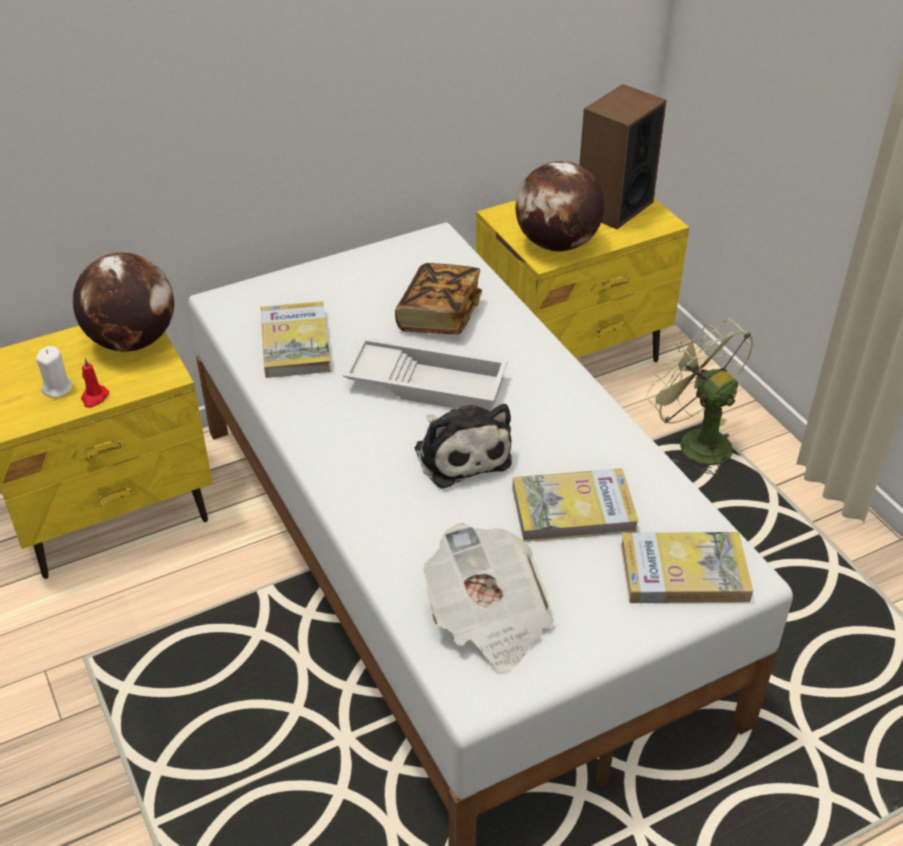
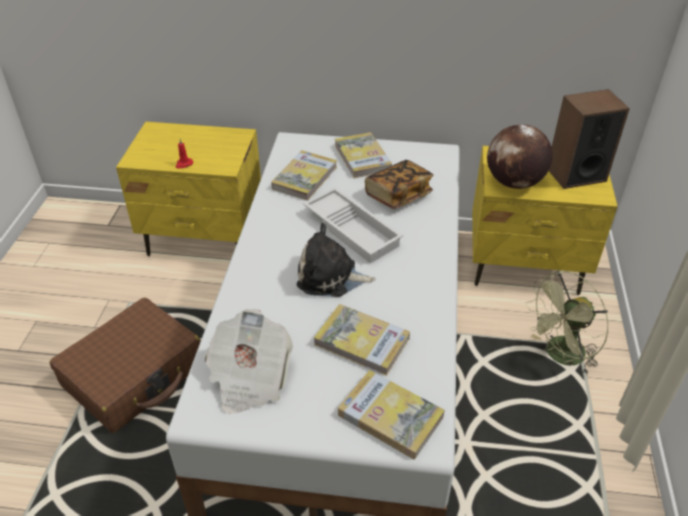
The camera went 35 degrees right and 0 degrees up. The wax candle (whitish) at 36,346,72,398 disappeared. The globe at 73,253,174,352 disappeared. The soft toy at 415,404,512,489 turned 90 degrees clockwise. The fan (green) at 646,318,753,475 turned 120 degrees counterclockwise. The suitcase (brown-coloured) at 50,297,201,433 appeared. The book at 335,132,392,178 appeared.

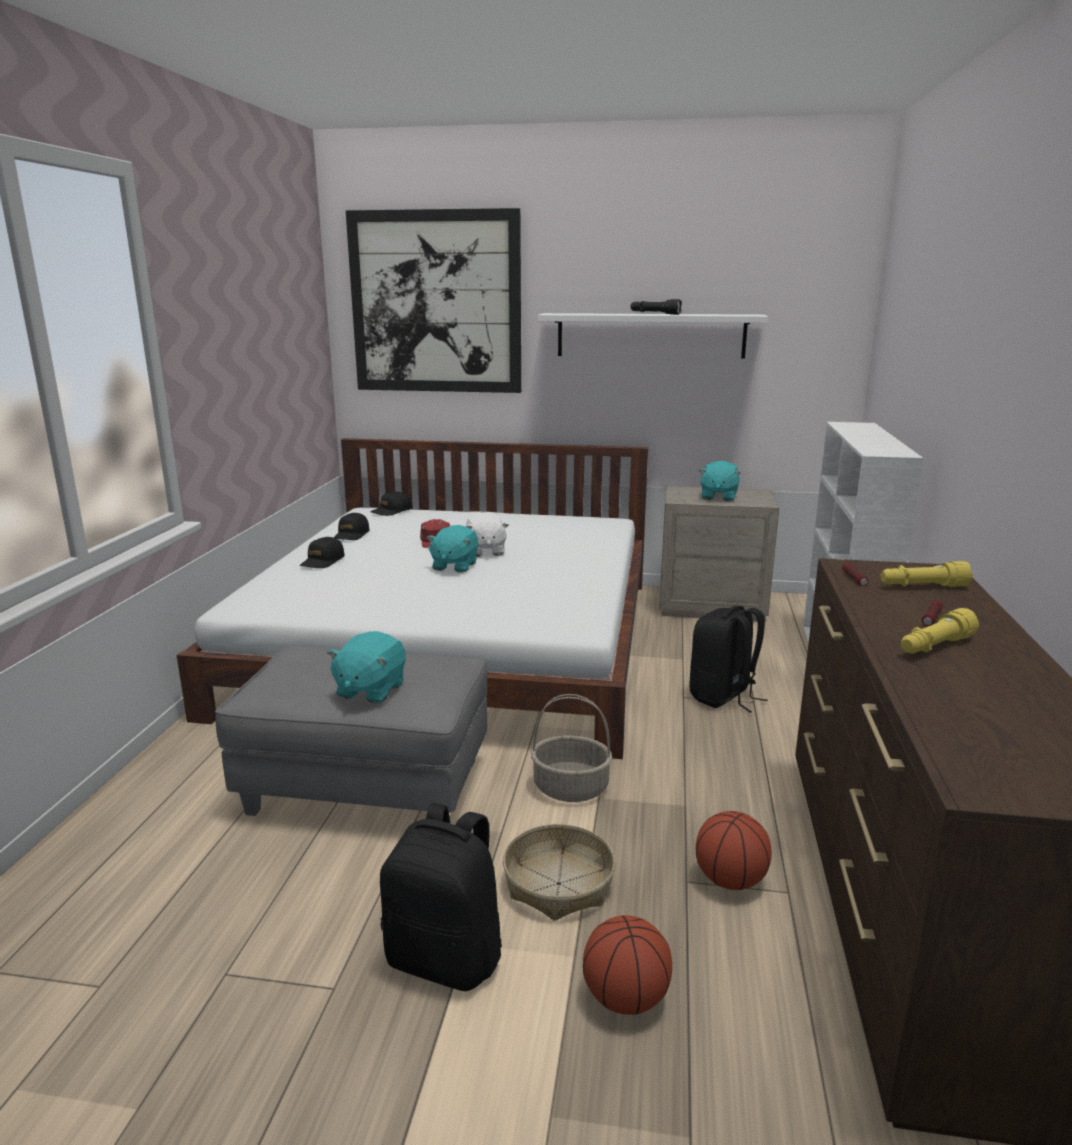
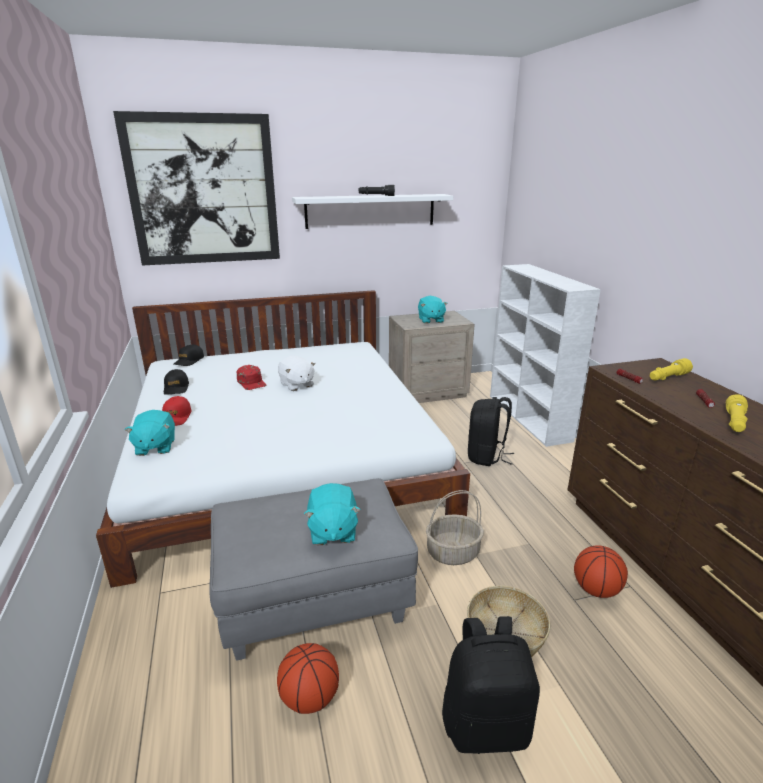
The camera went 25 degrees left and 5 degrees up. The baseball cap (blackish) at 300,537,345,568 became the baseball cap (red) at 162,396,191,426. The soft toy (turquoise-coloured) moved from 427,525,478,573 to 124,410,175,456. The basketball ball moved from 583,915,672,1015 to 277,643,339,714.

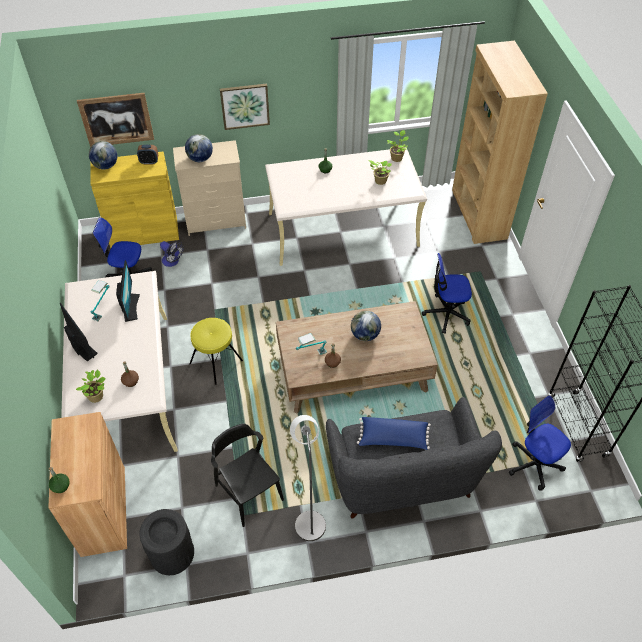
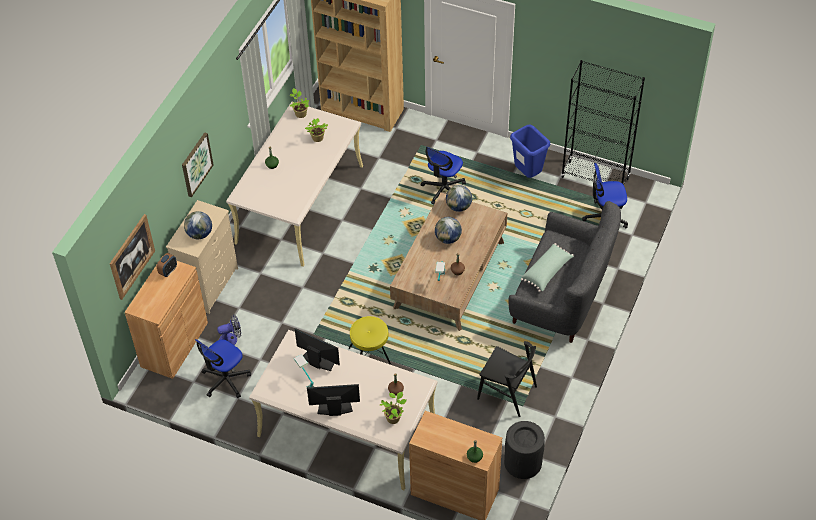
The camera went 55 degrees left and 0 degrees up. The globe moved from 89,141,117,170 to 446,185,472,212. The cabinet (yellow) at 90,151,179,248 became the cabinet (brown-coloured) at 125,256,208,379. The plain chair (blackish) at 211,423,284,527 turned 150 degrees counterclockwise. The standing lamp (greyish) at 290,415,326,541 disappeared. The pillow (blue-coloured) at 357,417,431,450 became the pillow (green) at 521,243,574,292. The trash can (blue-coloured) at 510,124,550,178 appeared.

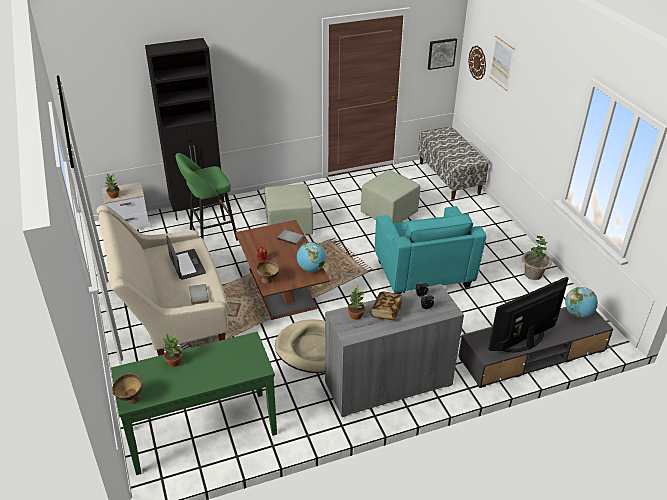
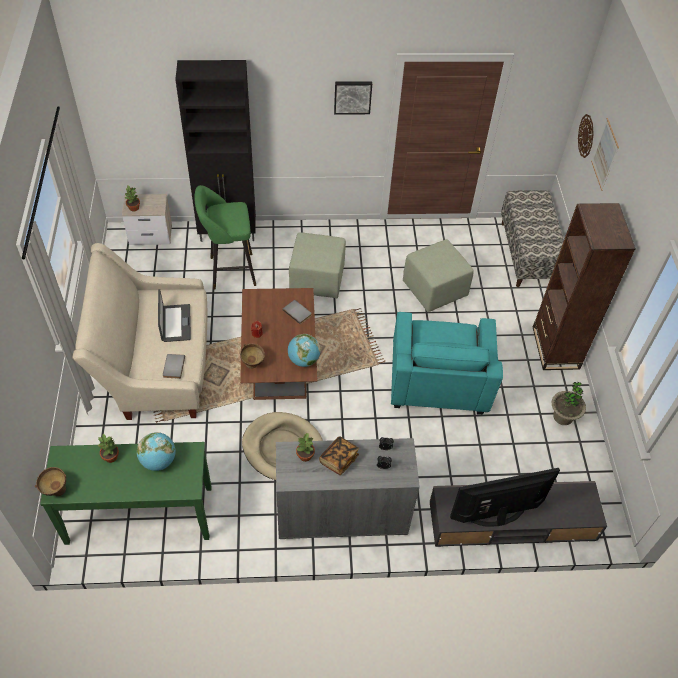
The camera went 15 degrees right and 15 degrees up. The wall art moved from 428,38,457,70 to 334,82,372,115. The globe moved from 565,287,598,318 to 137,432,176,471. The bookshelf (brown-coloured) at 533,203,636,370 appeared.

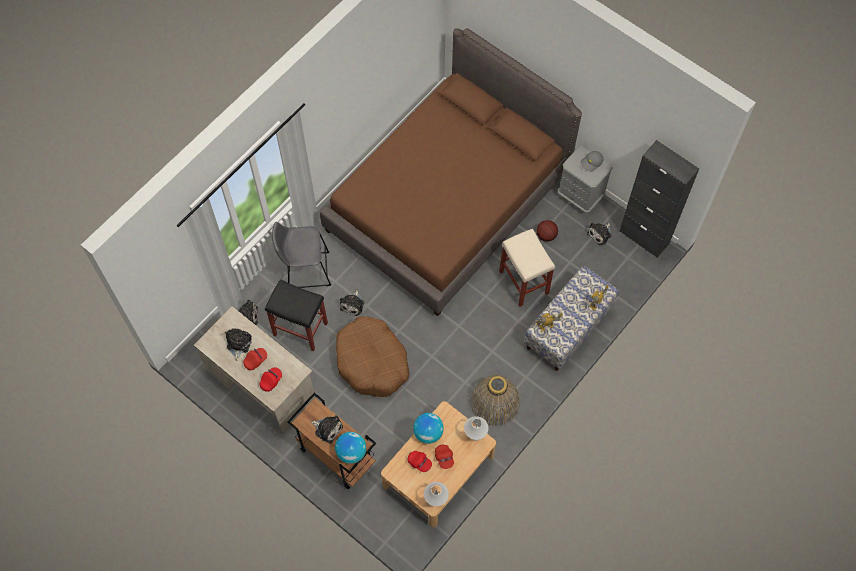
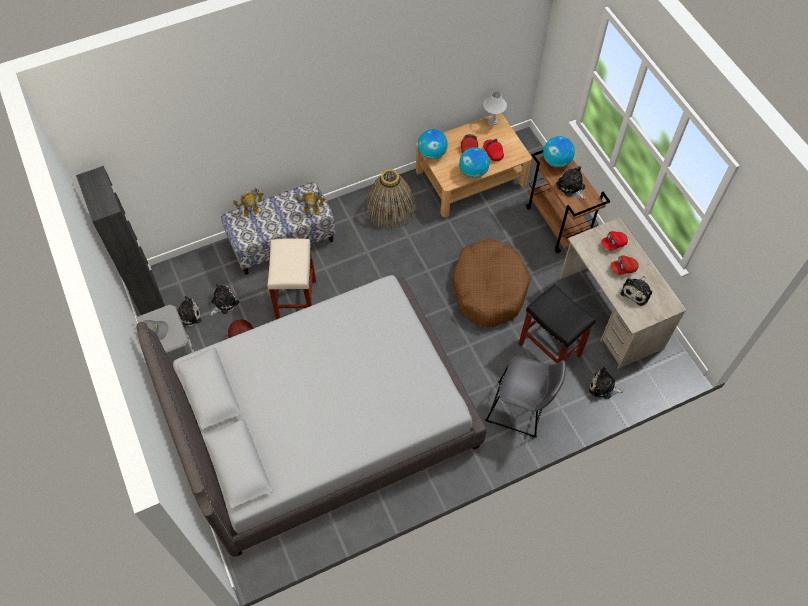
The camera went 155 degrees left and 5 degrees down. The bedroom bed (brown-coloured) at 320,28,582,316 became the bedroom bed (greyish) at 136,275,487,557. The soft toy moved from 340,290,364,316 to 210,284,239,316. The table lamp (whitish) at 464,416,489,441 was replaced by the globe at 418,129,448,159.

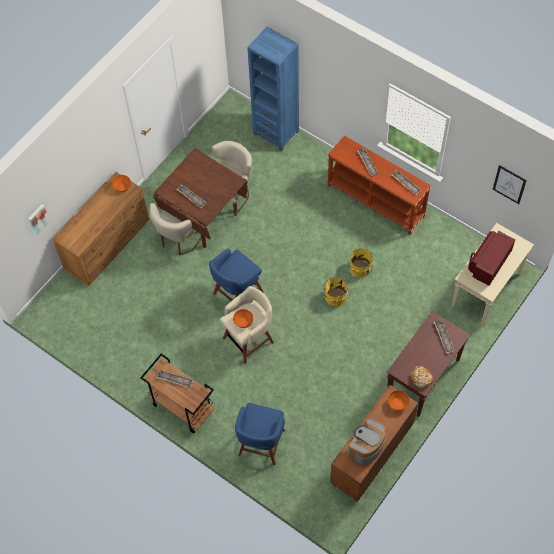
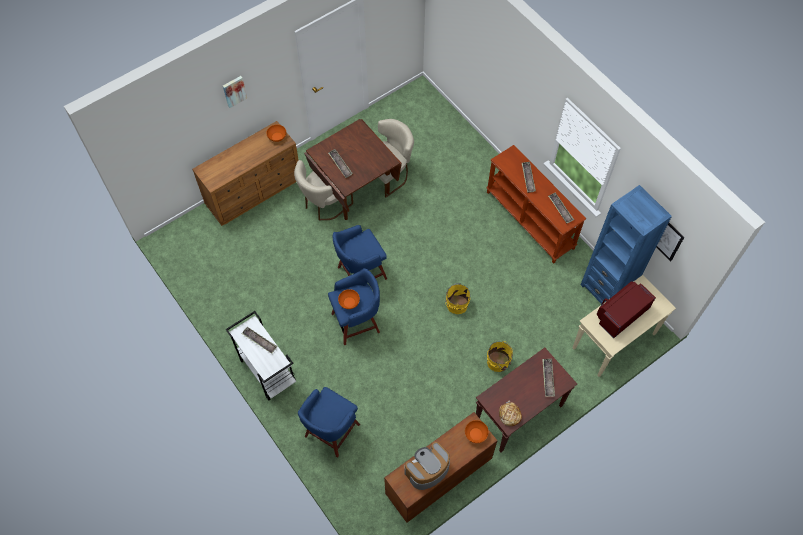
The camera went 15 degrees right and 0 degrees up. The wall art moved from 28,204,50,236 to 223,76,247,108. The cart (brown-coloured) at 140,354,215,433 became the cart (whitish) at 225,311,296,400. The stool (sand-coloured) at 220,286,274,364 became the stool (blue-coloured) at 328,268,380,345. The bookshelf (blue-coloured) moved from 247,27,299,151 to 581,185,672,304. The pail (yellow) moved from 350,247,373,277 to 487,341,513,372.

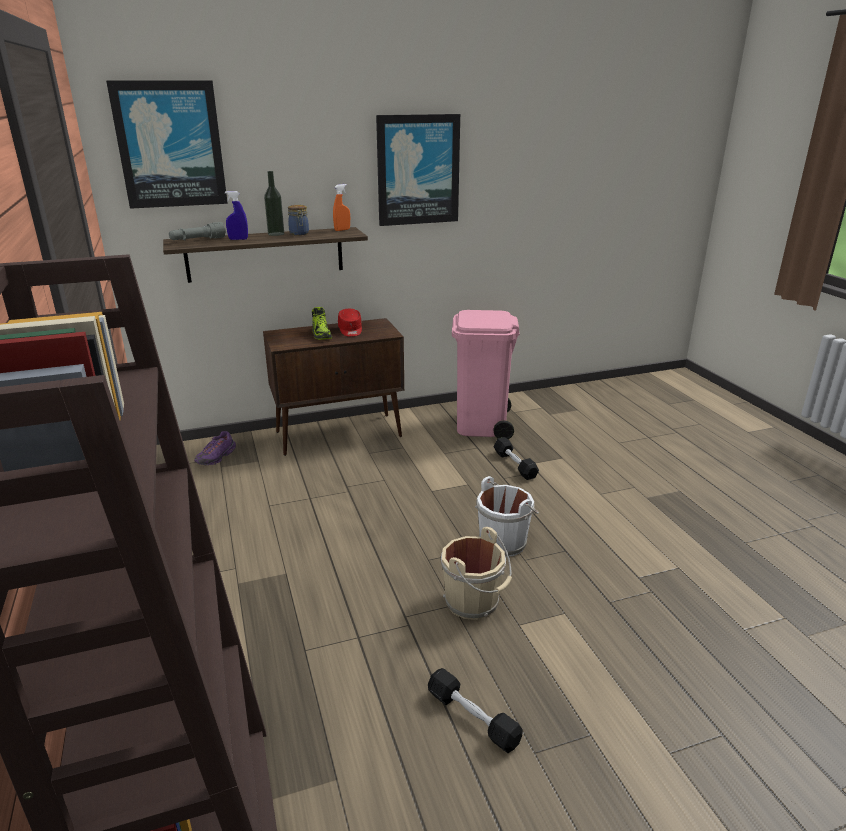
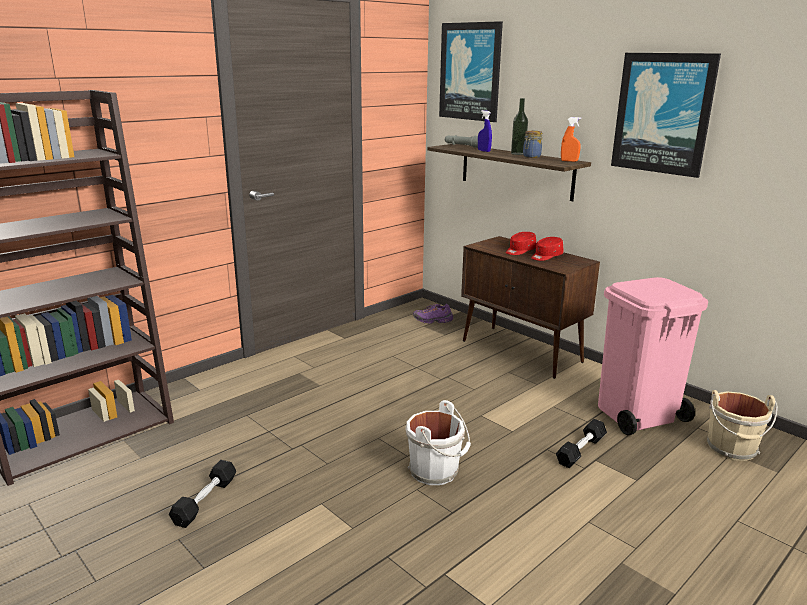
The camera went 65 degrees right and 5 degrees down. The item of footwear at 312,307,332,340 was replaced by the baseball cap (red) at 506,232,536,255. The pail (sand-coloured) moved from 441,527,512,620 to 707,390,778,461.

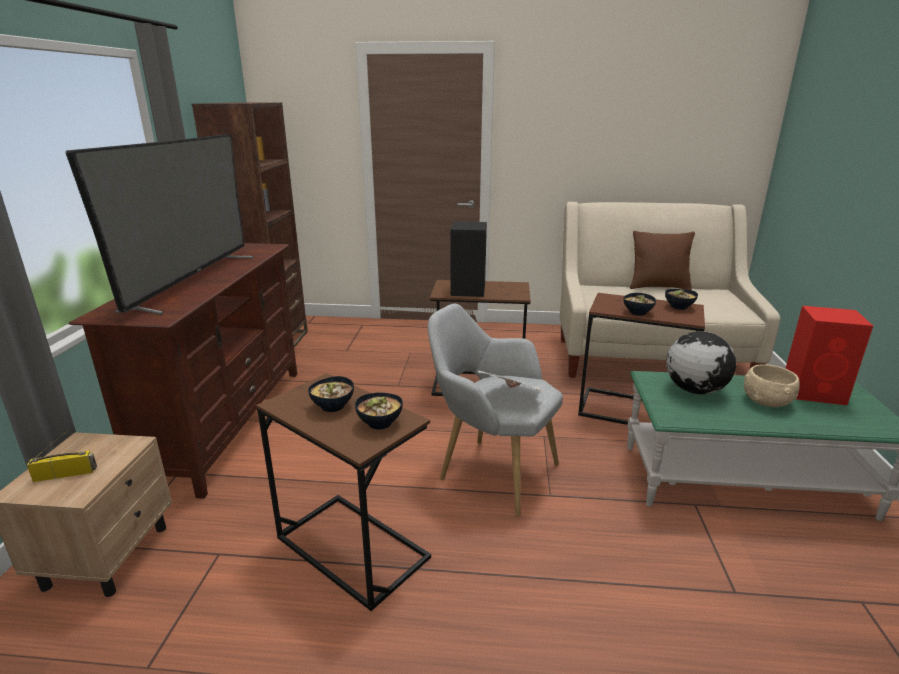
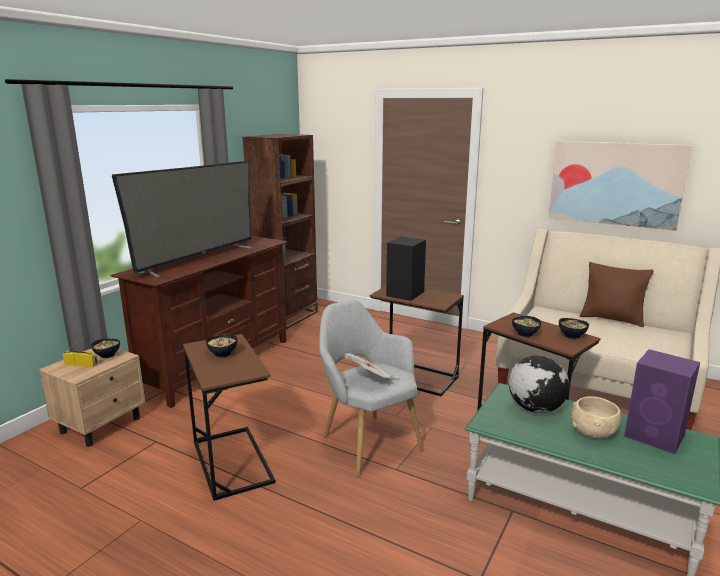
The camera went 25 degrees right and 5 degrees down. The deep dish moved from 355,393,403,430 to 91,338,120,358. The speaker (red) at 785,306,873,405 became the speaker (purple-coloured) at 624,349,700,454. The wall art at 548,141,692,231 appeared.

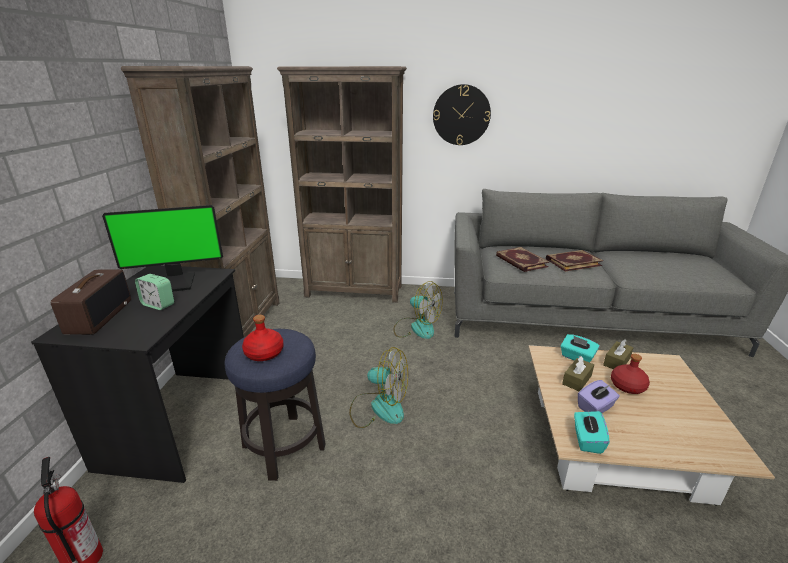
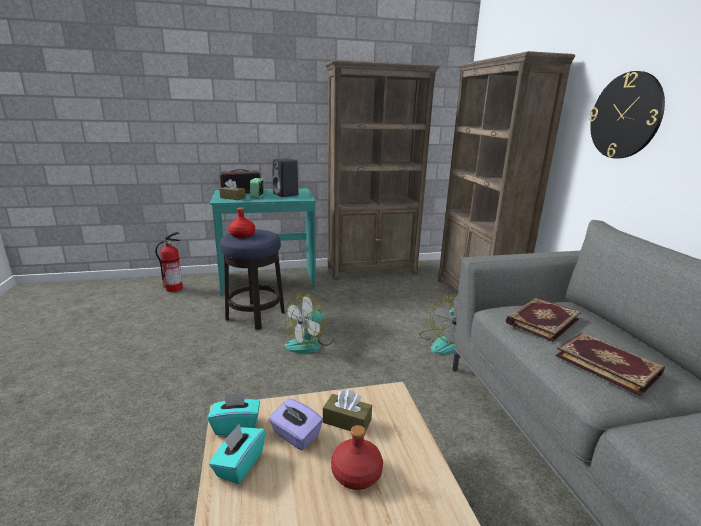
The camera went 70 degrees right and 5 degrees down. The desk (blackish) at 31,265,244,483 became the desk (turquoise-coloured) at 210,188,316,296. The computer screen at 102,205,223,292 was replaced by the speaker (blackish) at 272,158,299,197. The fan at 349,347,408,428 turned 45 degrees clockwise. The tissue holder (turquoise-coloured) moved from 561,334,600,363 to 209,424,265,484. The tissue holder (brown-coloured) moved from 603,339,634,369 to 219,179,246,200.

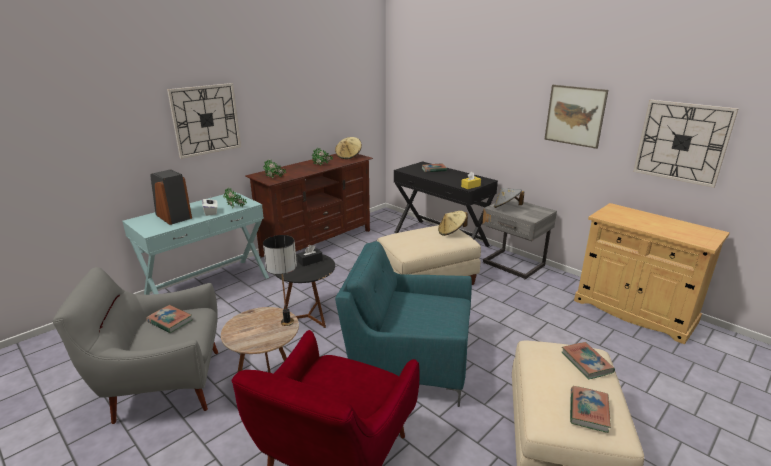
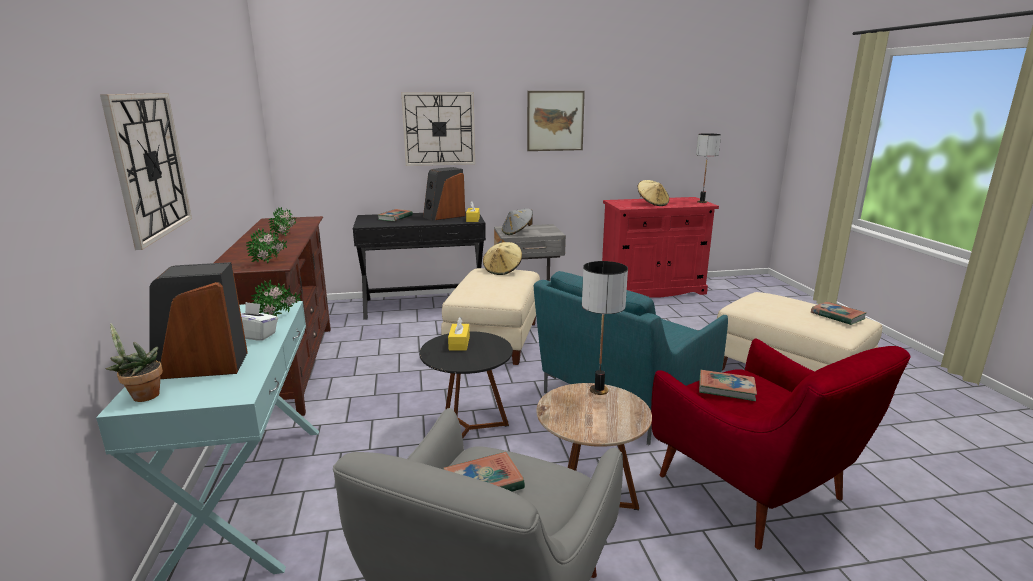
The camera went 55 degrees left and 5 degrees down. The tissue holder (blackish) at 297,245,323,266 became the tissue holder (yellow) at 448,317,470,351. The hat (sand-coloured) moved from 335,137,362,159 to 638,180,669,206. The book moved from 562,342,615,379 to 699,370,757,401. The cabinet (sand-coloured) at 574,203,730,345 became the cabinet (red) at 602,197,719,297. The hanging clock moved from 633,100,738,188 to 401,92,475,166. The houseplant at 105,323,163,402 appeared. The speaker at 423,167,465,221 appeared. The table lamp at 696,133,721,203 appeared.

